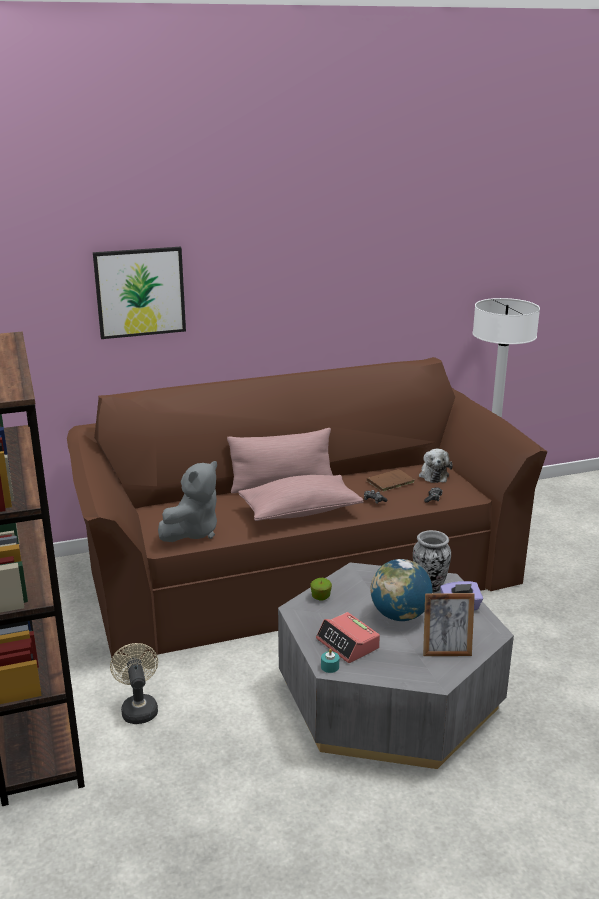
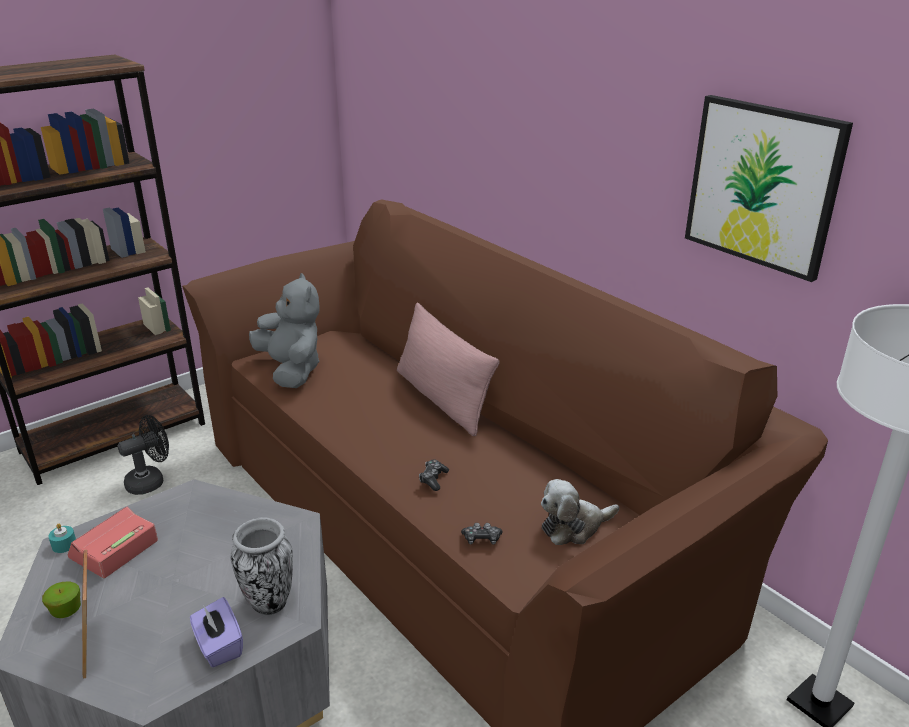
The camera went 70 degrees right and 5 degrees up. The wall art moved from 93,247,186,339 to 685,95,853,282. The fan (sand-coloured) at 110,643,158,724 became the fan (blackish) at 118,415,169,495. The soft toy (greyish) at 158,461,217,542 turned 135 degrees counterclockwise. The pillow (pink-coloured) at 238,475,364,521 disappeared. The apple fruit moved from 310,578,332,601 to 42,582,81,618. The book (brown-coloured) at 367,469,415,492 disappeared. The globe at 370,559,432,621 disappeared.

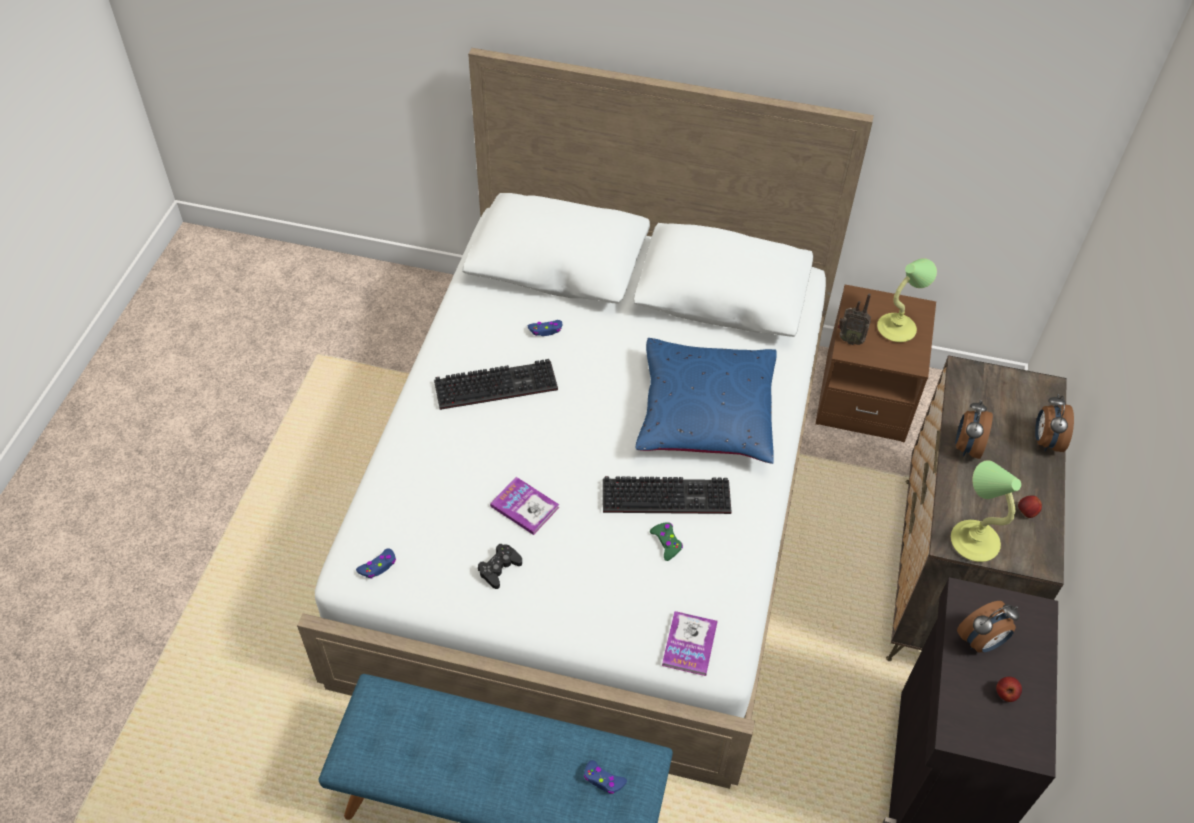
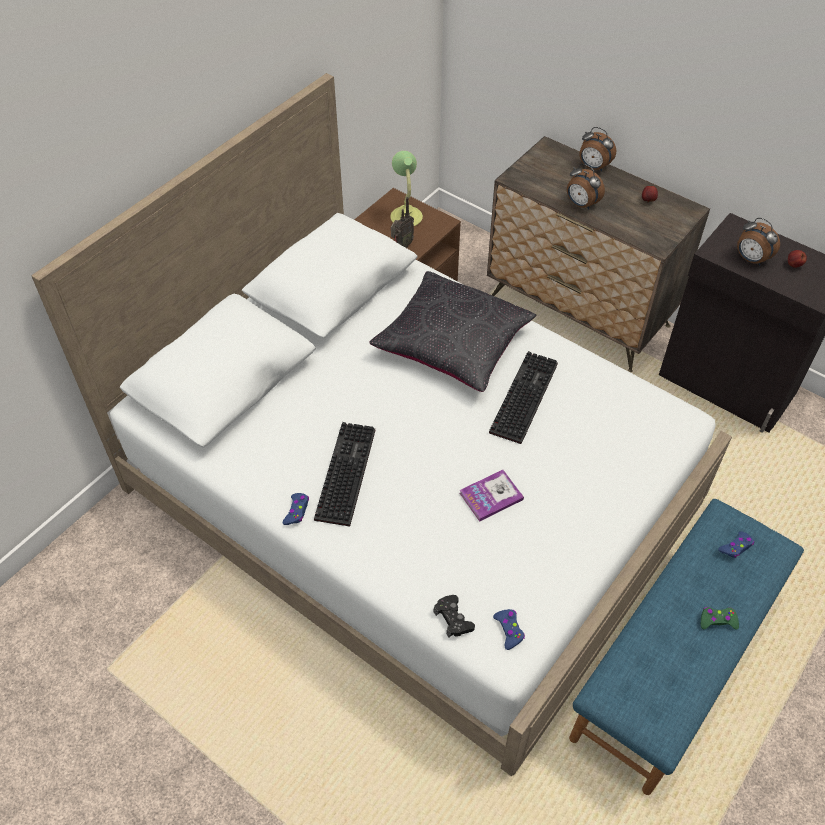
The camera went 65 degrees left and 0 degrees up. The game controller (blackish) moved from 478,544,522,589 to 434,595,475,638. The game controller (blue-coloured) moved from 528,320,562,336 to 283,493,309,525. The pillow (blue-coloured) at 636,338,777,464 became the pillow (blackish) at 369,271,537,392. The game controller (green) moved from 650,522,683,561 to 701,607,739,630. The book at 662,611,718,676 disappeared. The table lamp at 951,460,1021,562 disappeared. The alarm clock at 957,601,1019,652 turned 135 degrees clockwise.

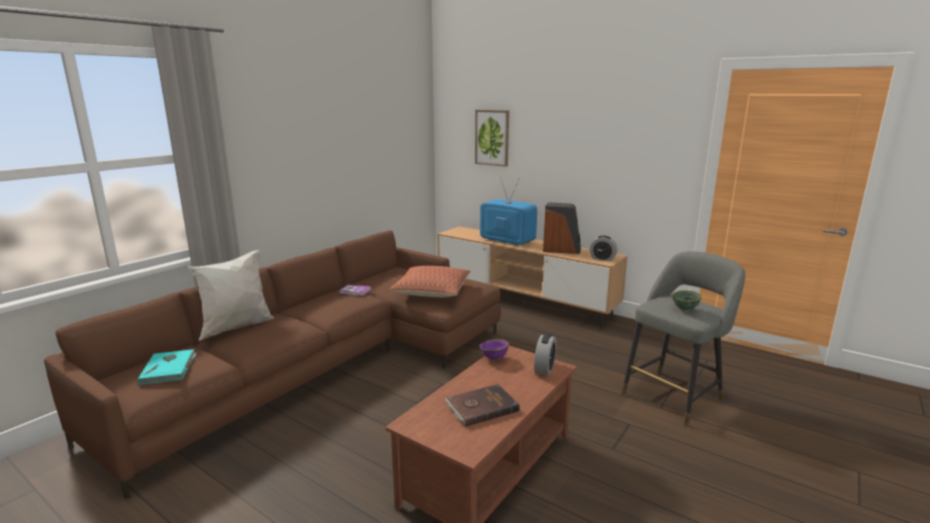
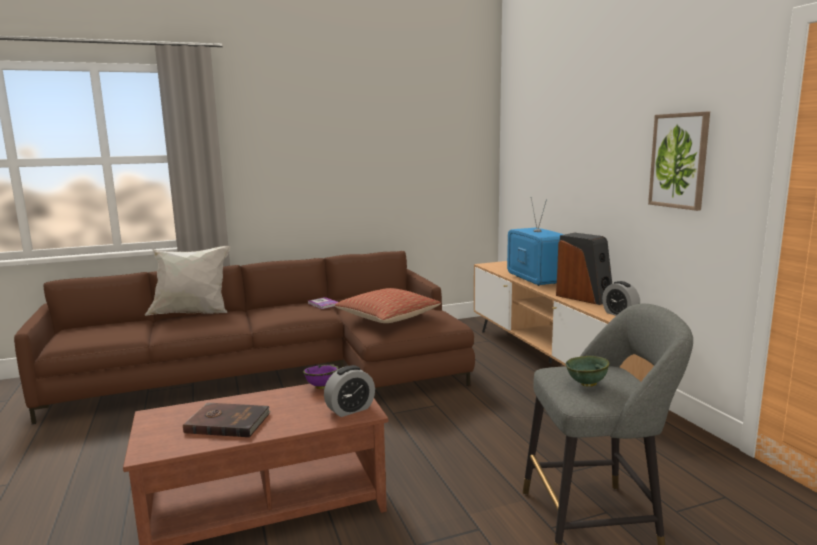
The camera went 35 degrees right and 5 degrees down. The book (turquoise-coloured) at 138,349,197,385 disappeared. The wall art moved from 475,110,509,167 to 648,112,710,211.

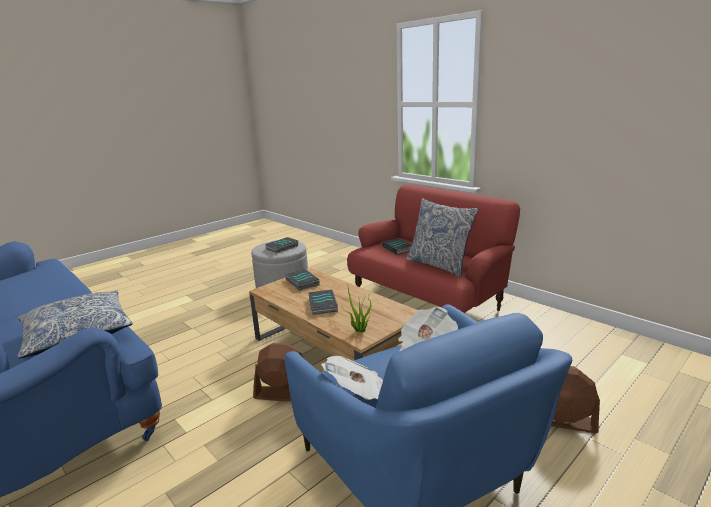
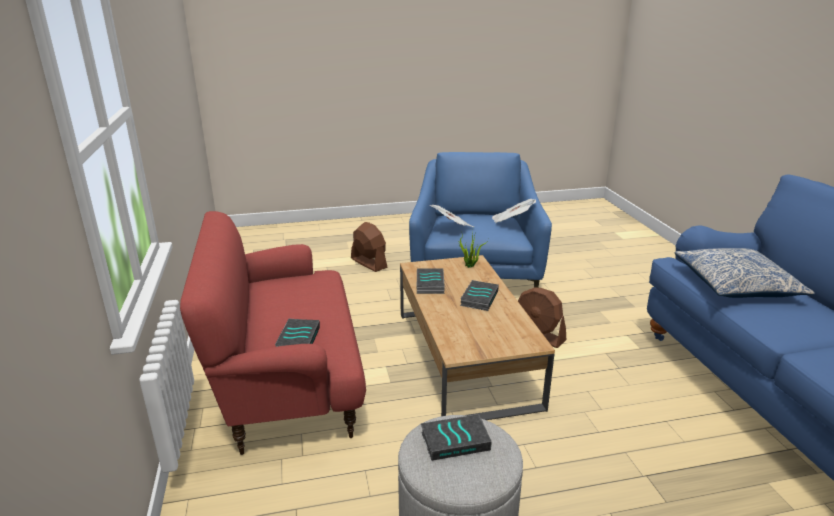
The camera went 150 degrees left and 5 degrees up. The book moved from 285,269,320,291 to 417,268,445,294. The pillow at 406,198,478,277 disappeared.

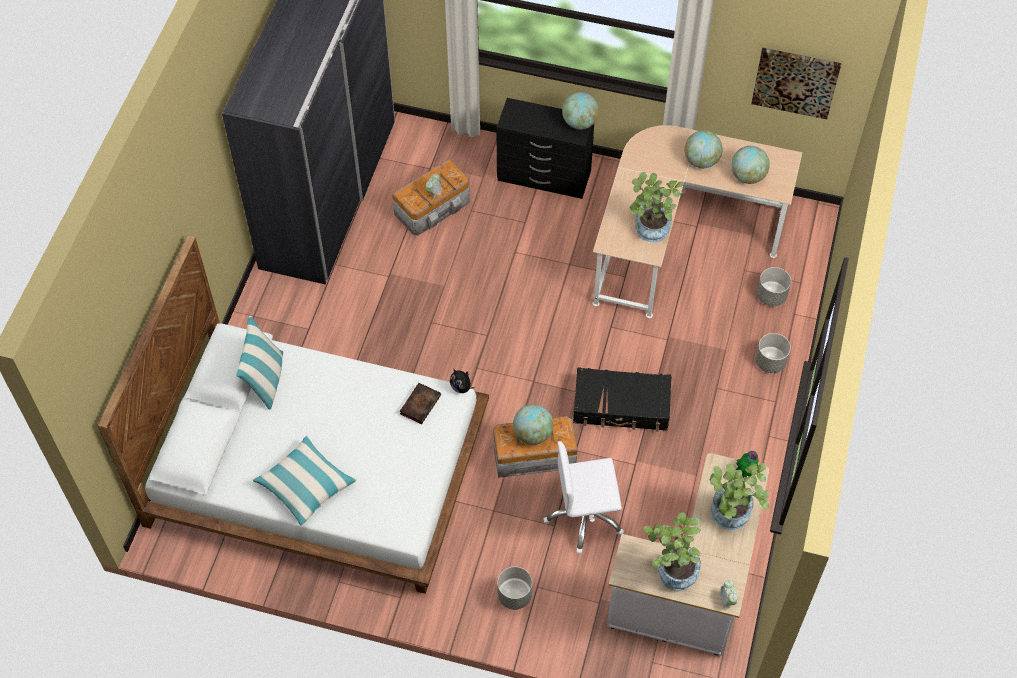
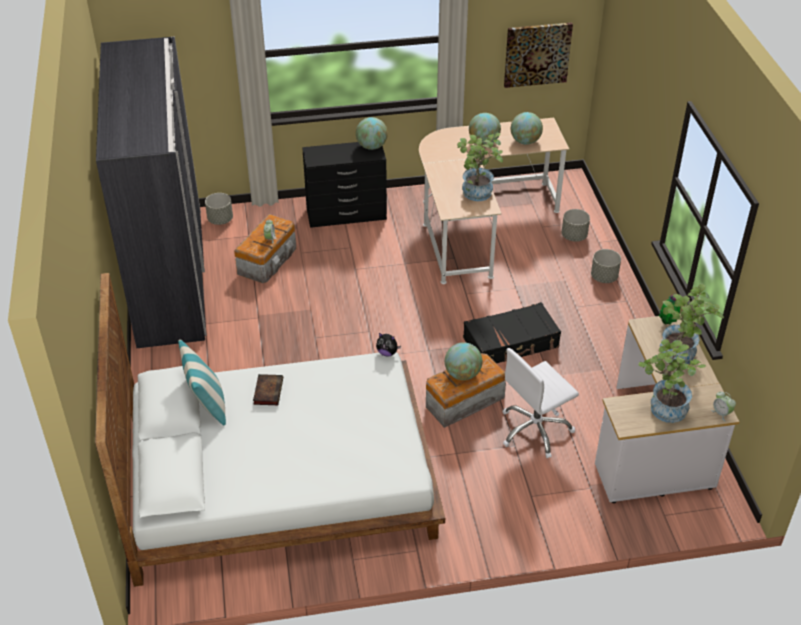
The camera went 25 degrees left and 15 degrees down. The pillow at 253,435,357,525 disappeared. The book moved from 400,383,441,424 to 253,374,283,405. The planter (greyish) moved from 497,566,532,610 to 205,193,233,225.

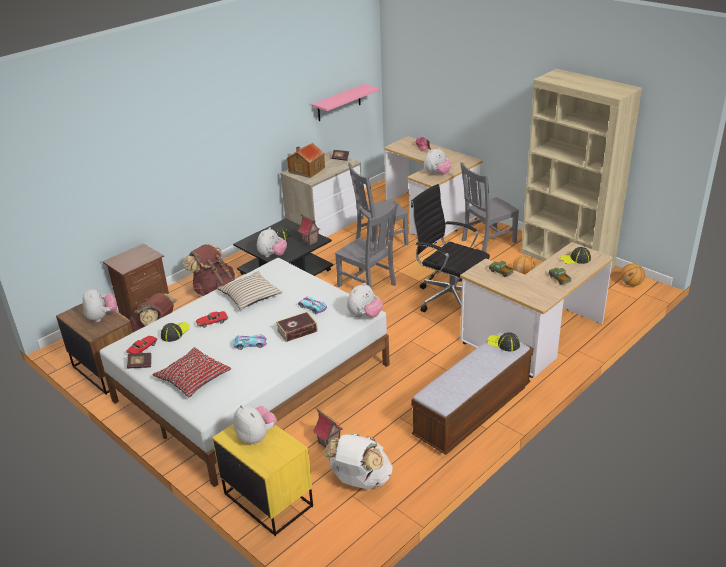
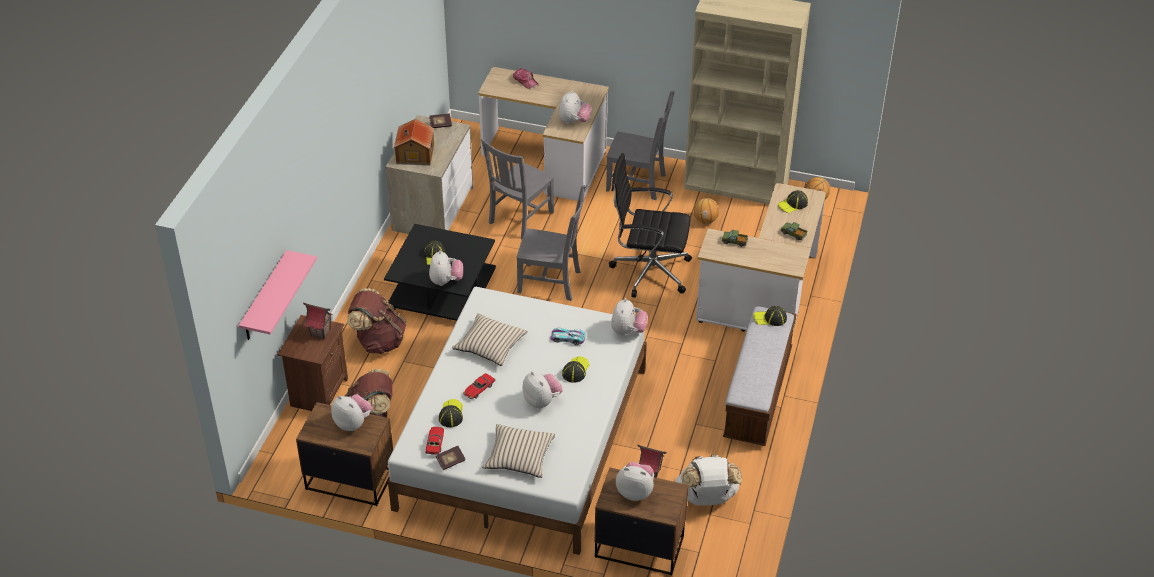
The camera went 30 degrees left and 10 degrees up. The pillow (red) at 152,347,231,397 became the pillow (sand-coloured) at 482,424,556,478. The nightstand (yellow) at 212,424,313,536 became the nightstand (brown-coloured) at 594,468,689,576. The toy car at 233,334,267,350 was replaced by the soft toy at 522,371,563,408. The book at 276,311,318,342 was replaced by the baseball cap at 562,356,590,383. The miniature house moved from 298,214,320,246 to 303,303,333,339. The wall shelf (pink-coloured) moved from 312,84,379,121 to 239,250,317,340. The plain chair (greyish) at 460,162,519,252 turned 105 degrees counterclockwise.

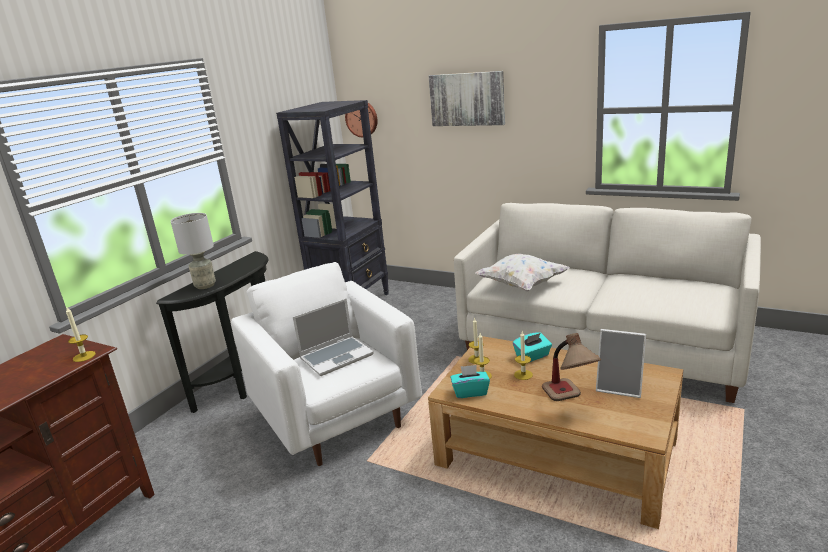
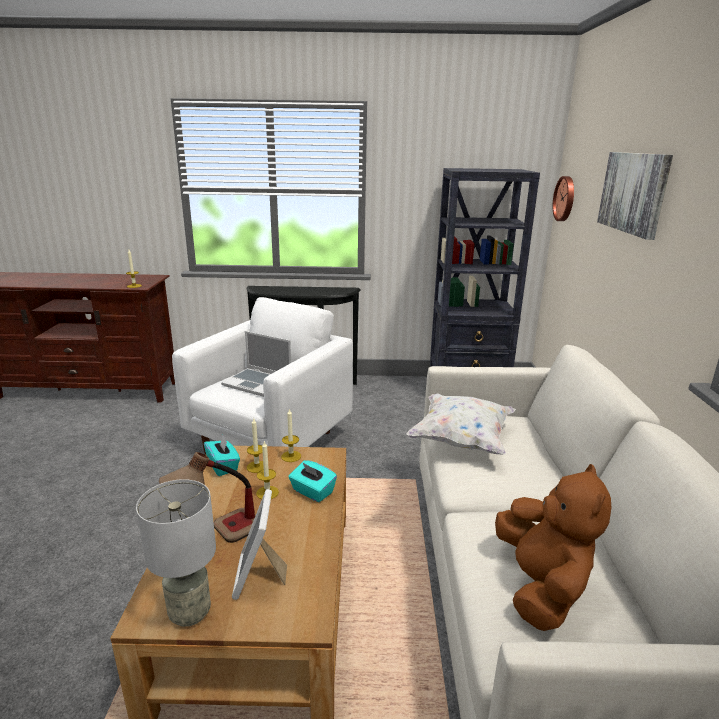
The camera went 60 degrees right and 0 degrees up. The table lamp (greyish) moved from 171,213,216,289 to 136,479,216,627. The soft toy (brown-coloured) at 495,464,612,631 appeared.

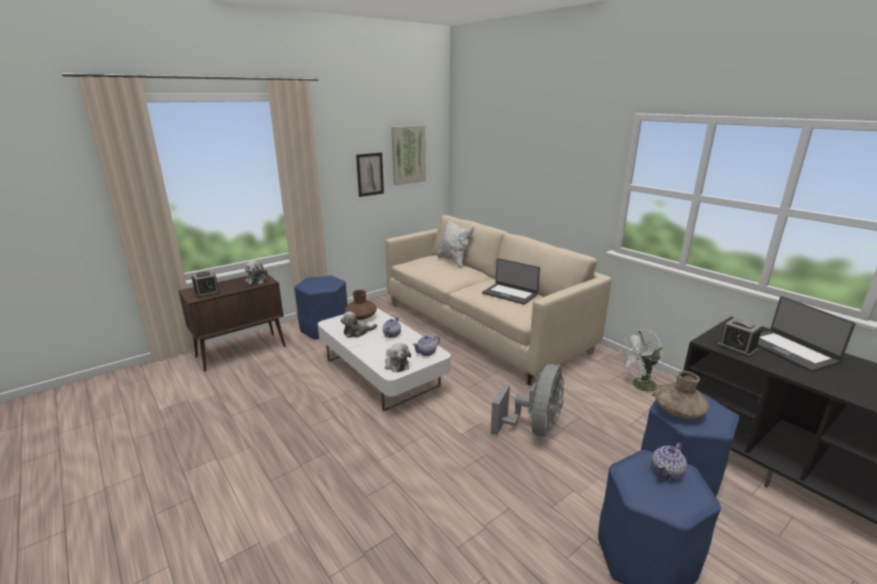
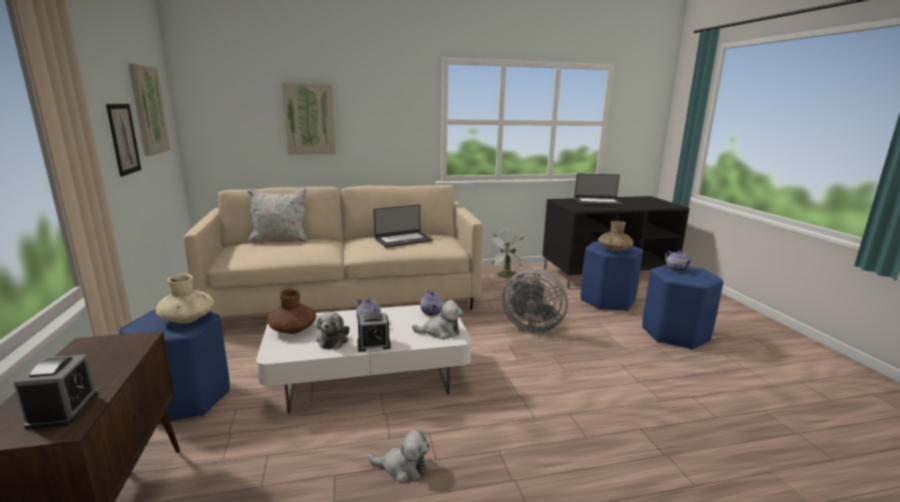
The camera went 65 degrees left and 5 degrees down. The soft toy moved from 245,261,267,285 to 368,429,429,483. The fan (greyish) at 491,364,564,437 turned 150 degrees clockwise. The alarm clock moved from 717,318,762,357 to 357,313,391,352. The flower vase (sand-coloured) at 156,274,214,324 appeared. The wall art at 282,83,336,155 appeared.

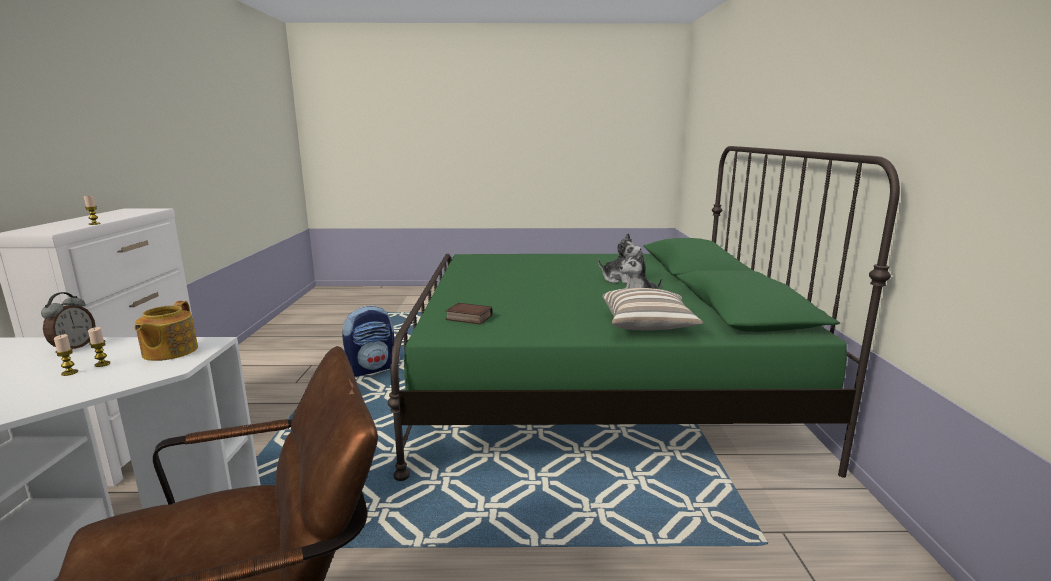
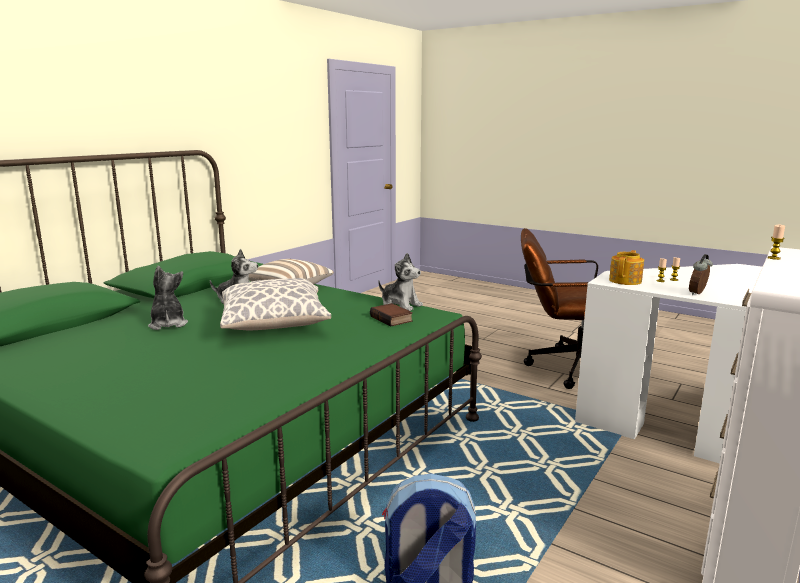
The camera went 145 degrees left and 0 degrees up. The pillow at 220,278,331,330 appeared. The soft toy at 378,253,423,311 appeared.

